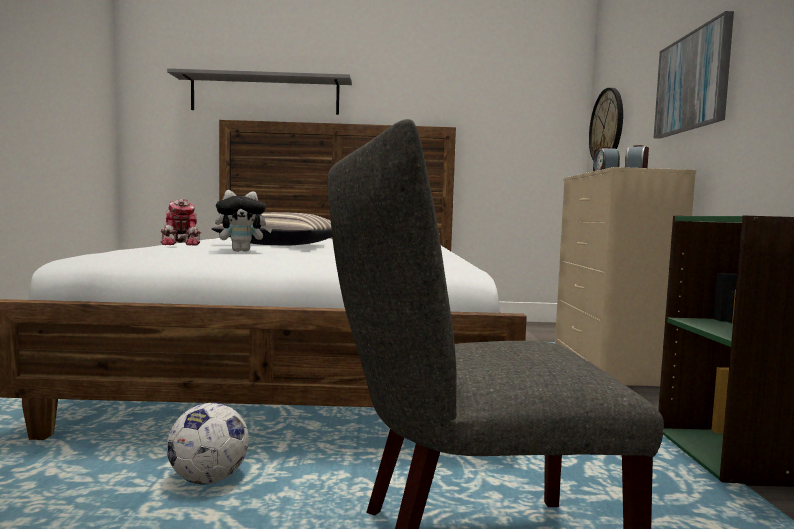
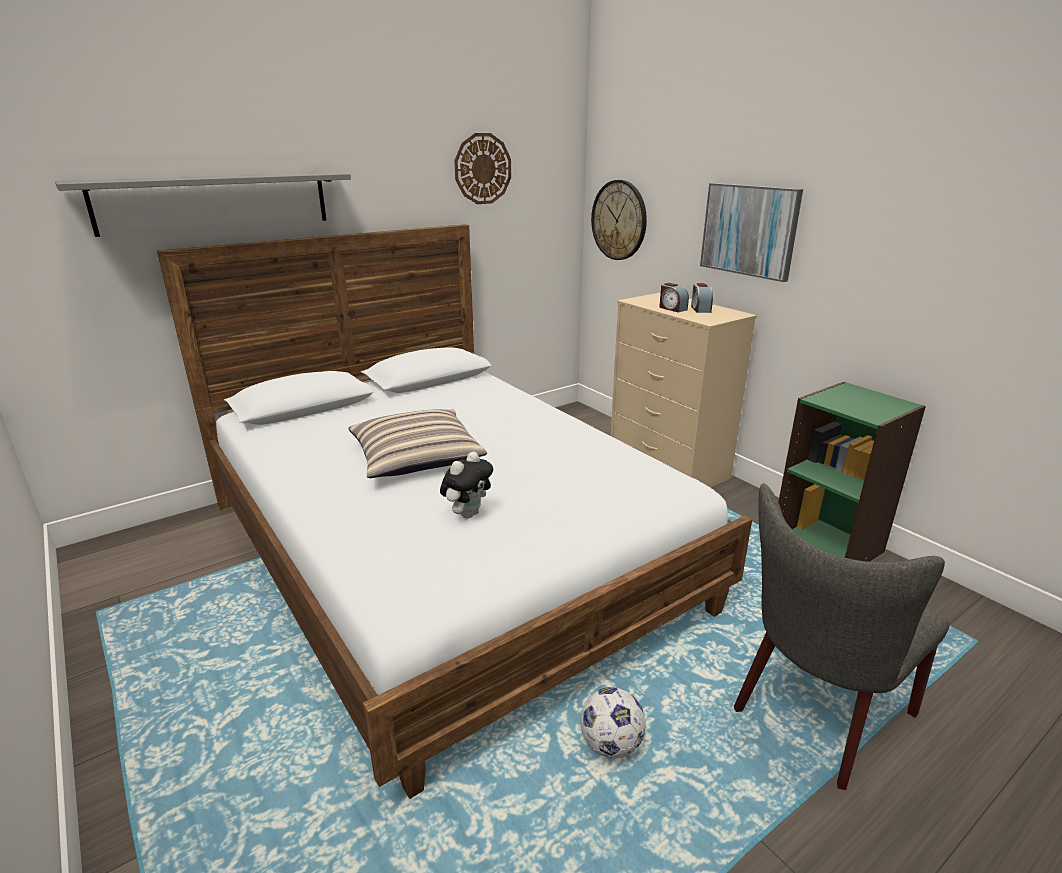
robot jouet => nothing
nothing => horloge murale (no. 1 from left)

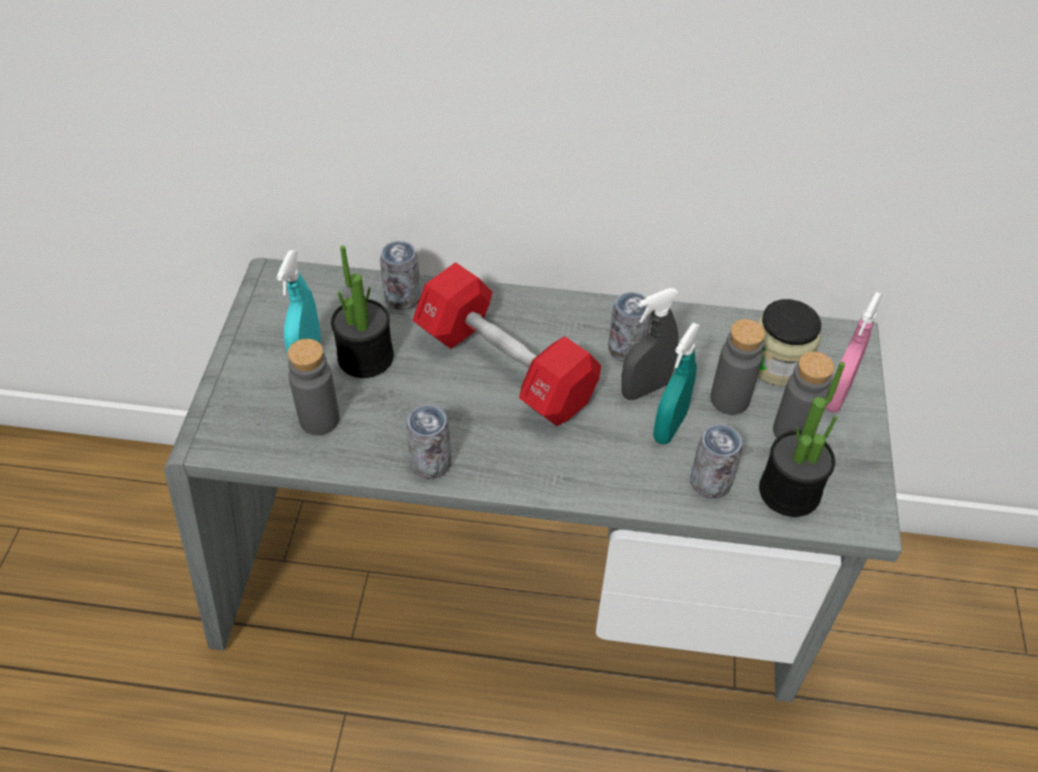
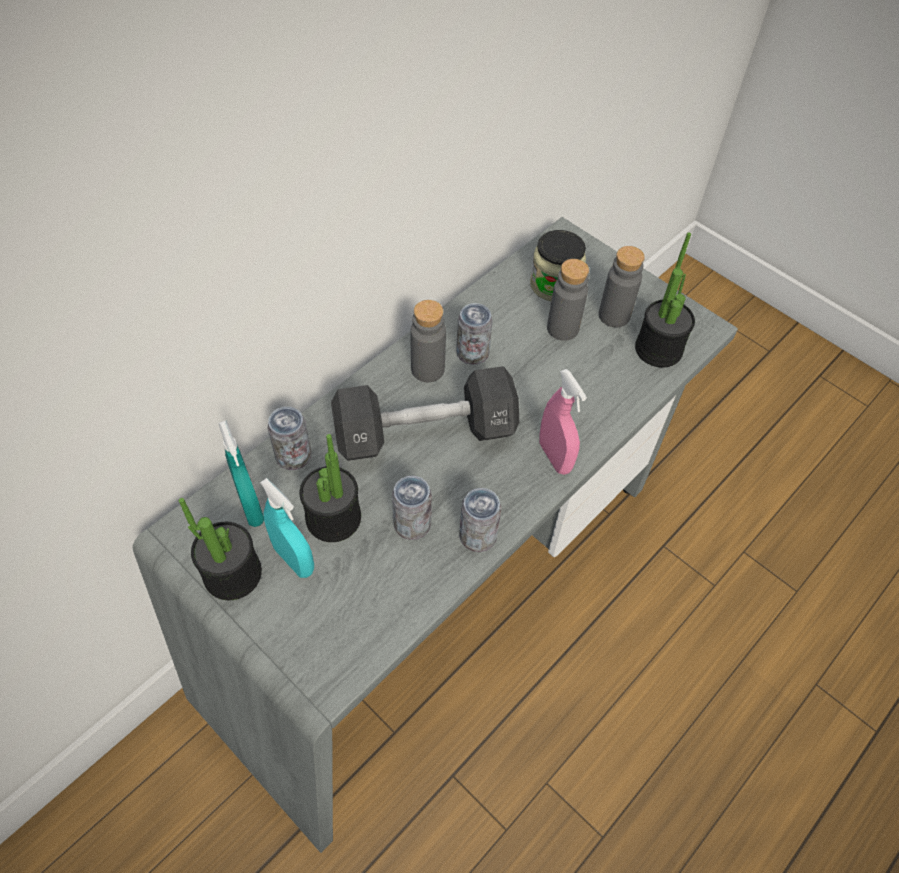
bouteille/gris (no. 1 from left), relocated
haltère/rouge => haltère/noir
vaporisateur/gris => nothing
vaporisateur/turquoise (no. 2 from left in the first image) => vaporisateur/turquoise (no. 1 from left), relocated
boîte métallique (no. 4 from left in the first image) => boîte métallique (no. 2 from left), relocated
vaporisateur/rose, relocated
nothing => plante en pot (no. 1 from left)

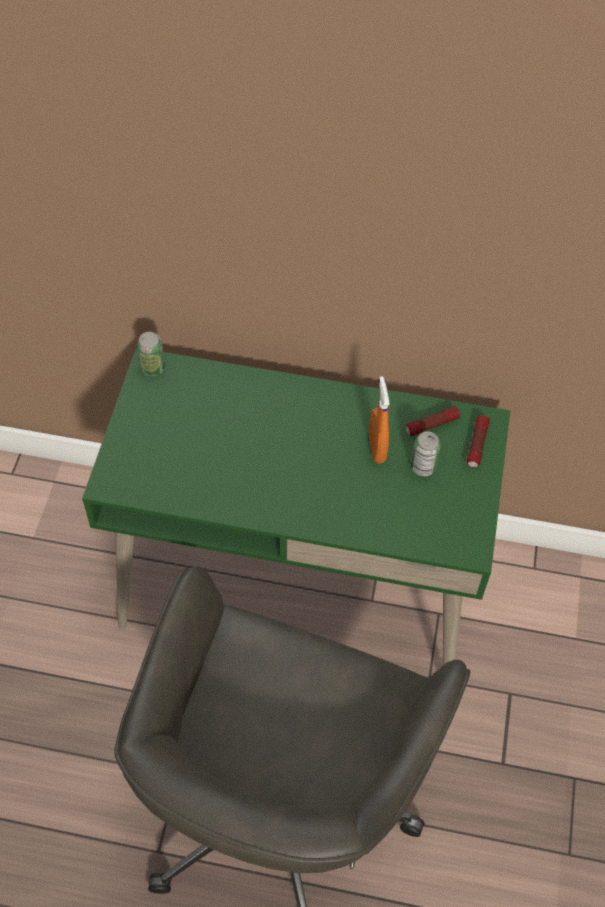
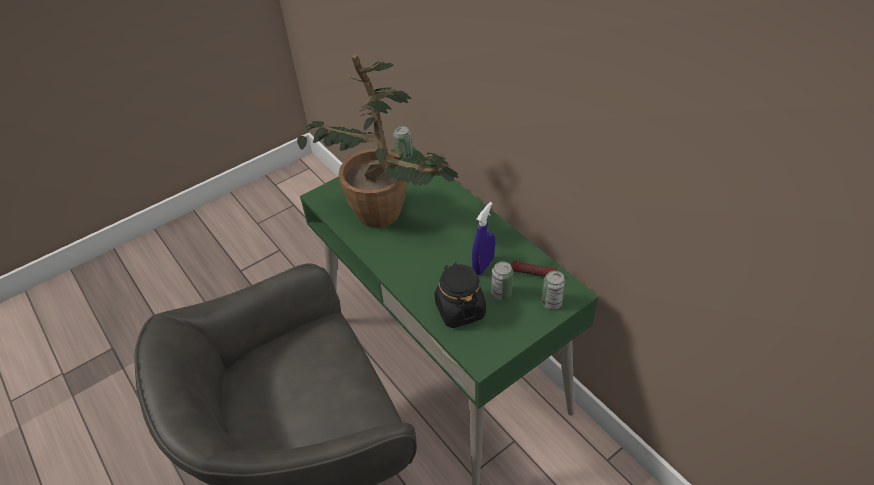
vaporisateur/orange => vaporisateur/bleu
lampe de poche (no. 2 from left) => boîte métallique (no. 3 from left)
nothing => plante en pot
nothing => bocal/noir

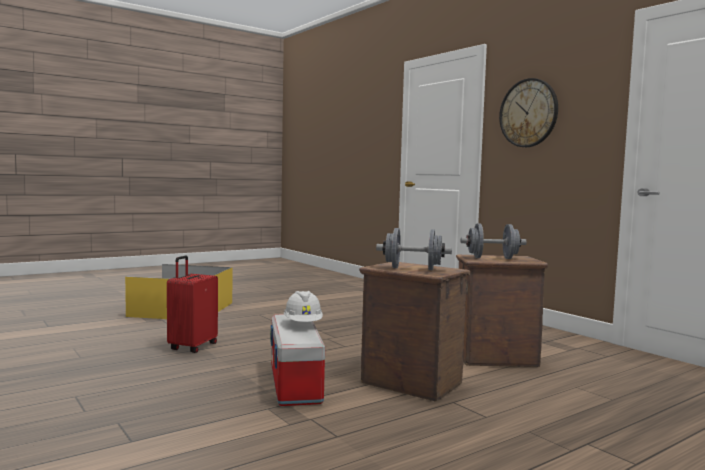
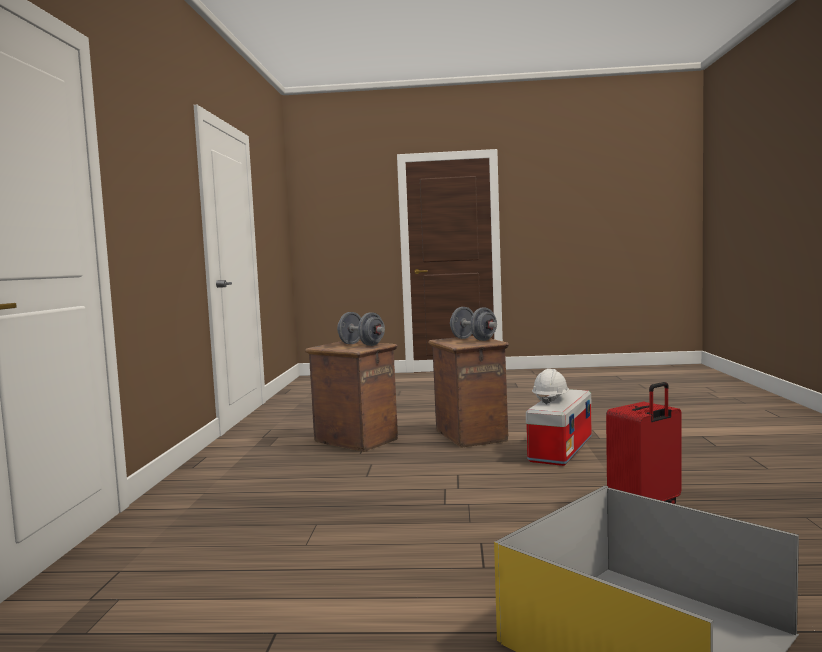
horloge murale => nothing

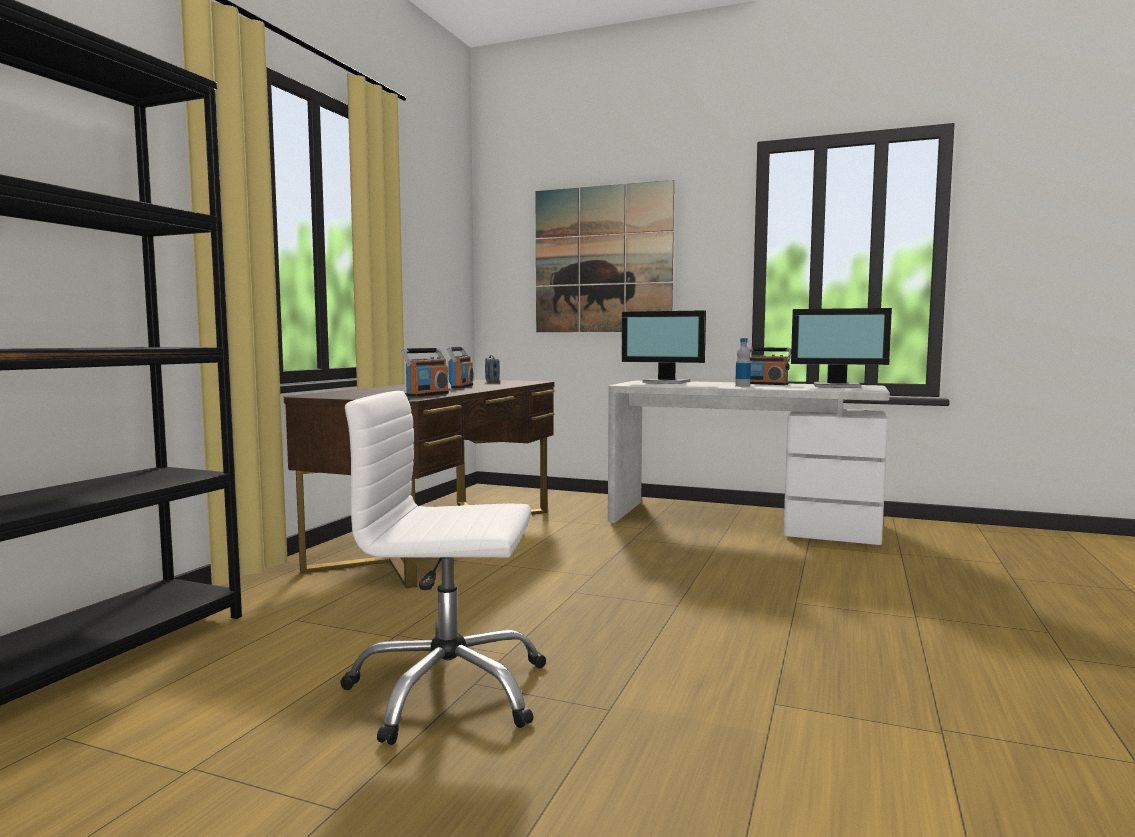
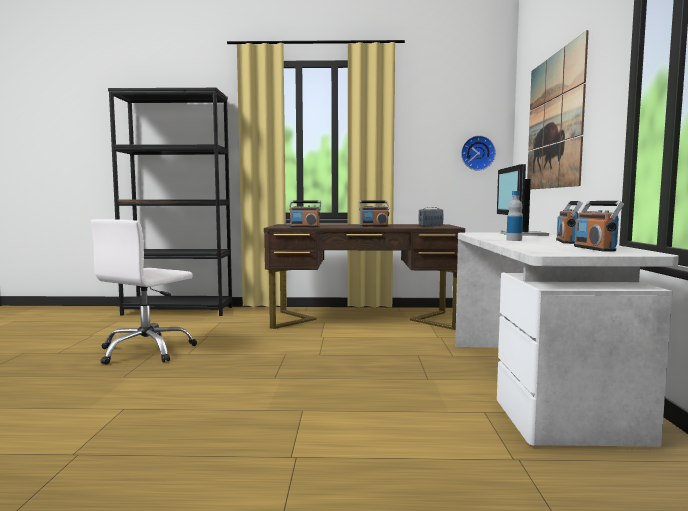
chaise de bureau/blanc, 135 degrees counterclockwise
écran d'ordinateur (no. 2 from left) => radio (no. 5 from left)
nothing => horloge murale

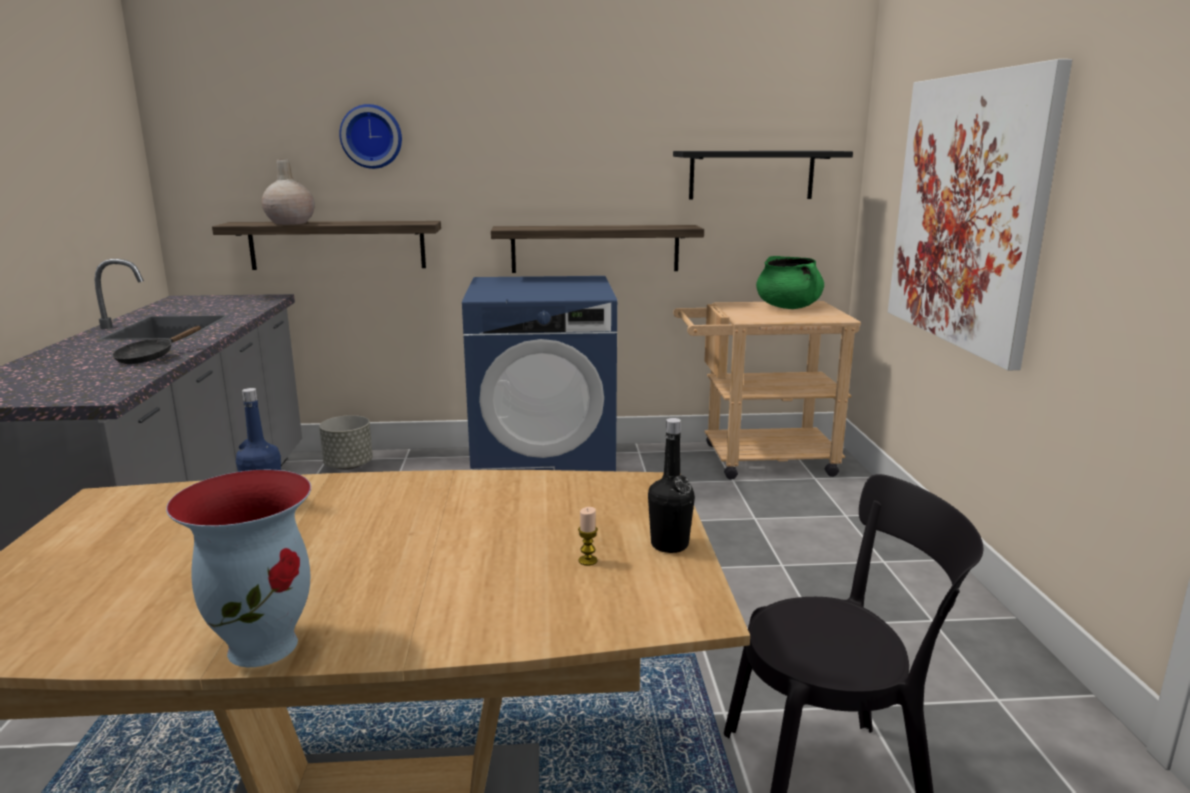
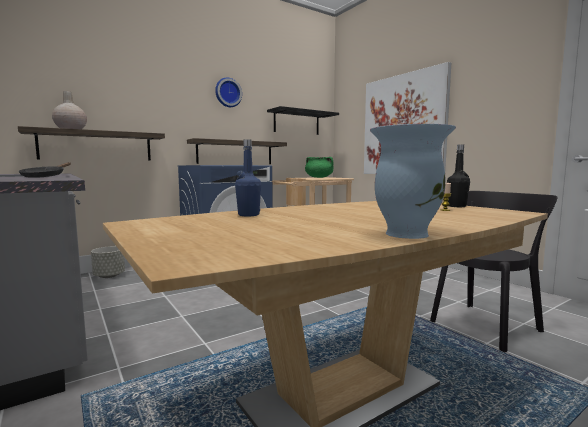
horloge murale, relocated

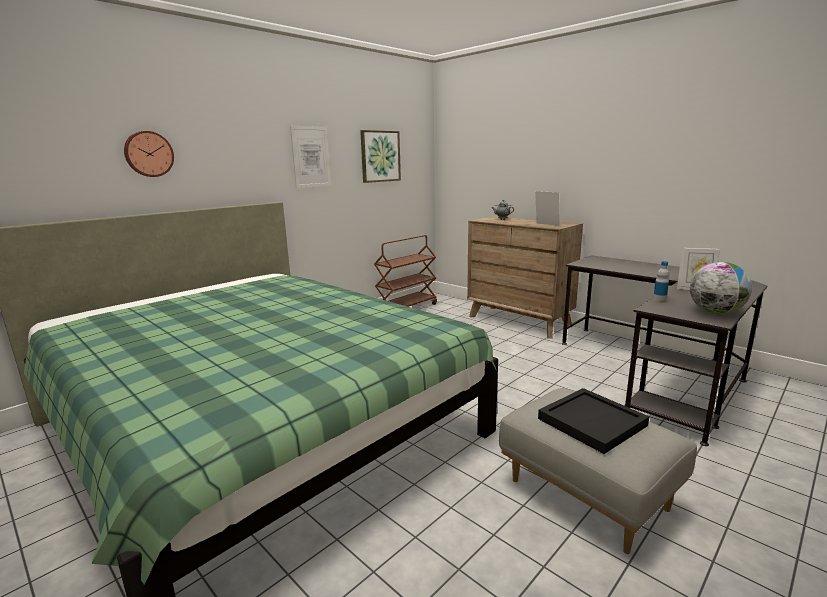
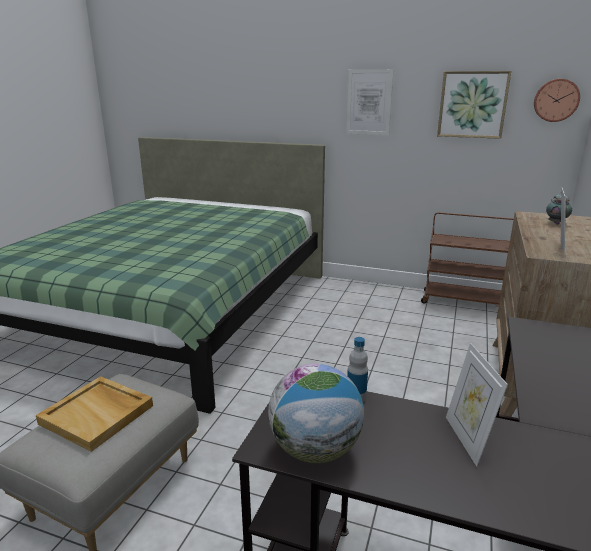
horloge murale, relocated
plateau/noir => plateau/beige

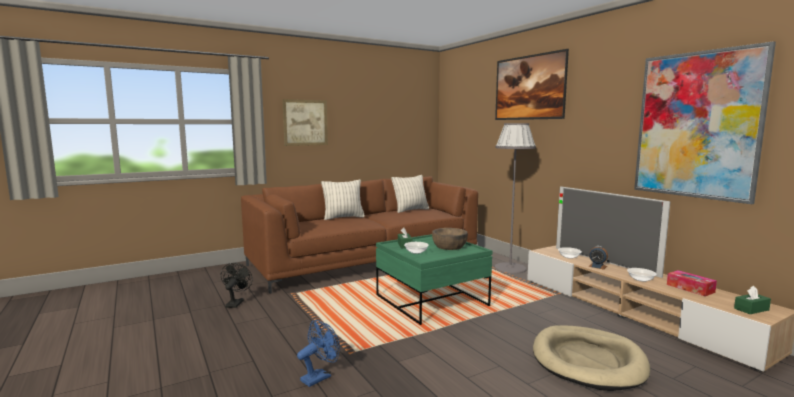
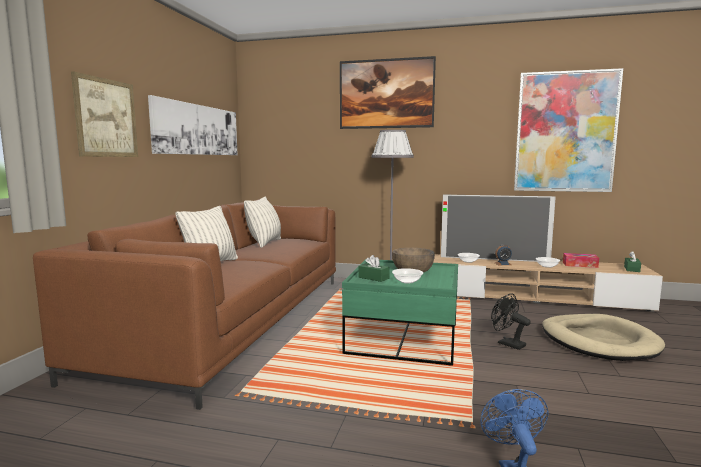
ventilateur/noir, relocated
nothing => tableau (no. 2 from left)

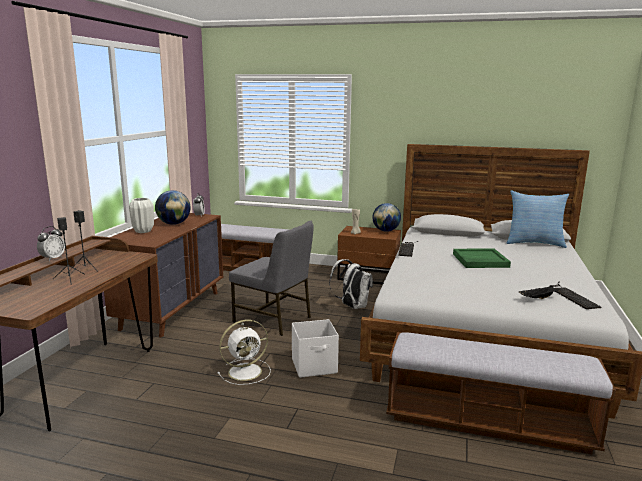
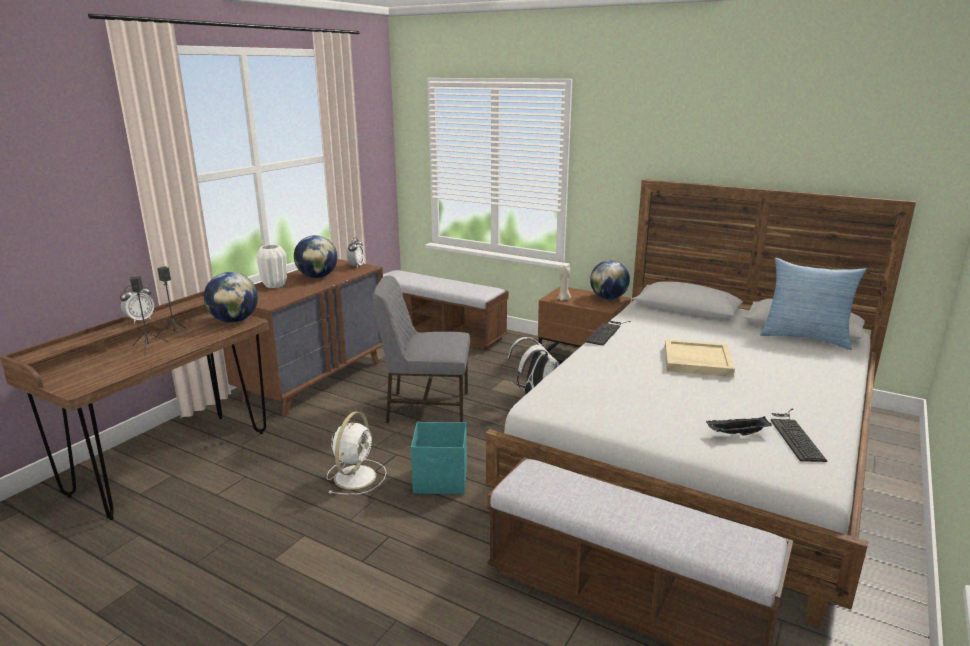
ventilateur/blanc, 60 degrees counterclockwise
chaise/gris, 135 degrees clockwise
boîte de rangement/blanc => boîte de rangement/turquoise
plateau/vert => plateau/beige
nothing => globe (no. 1 from left)

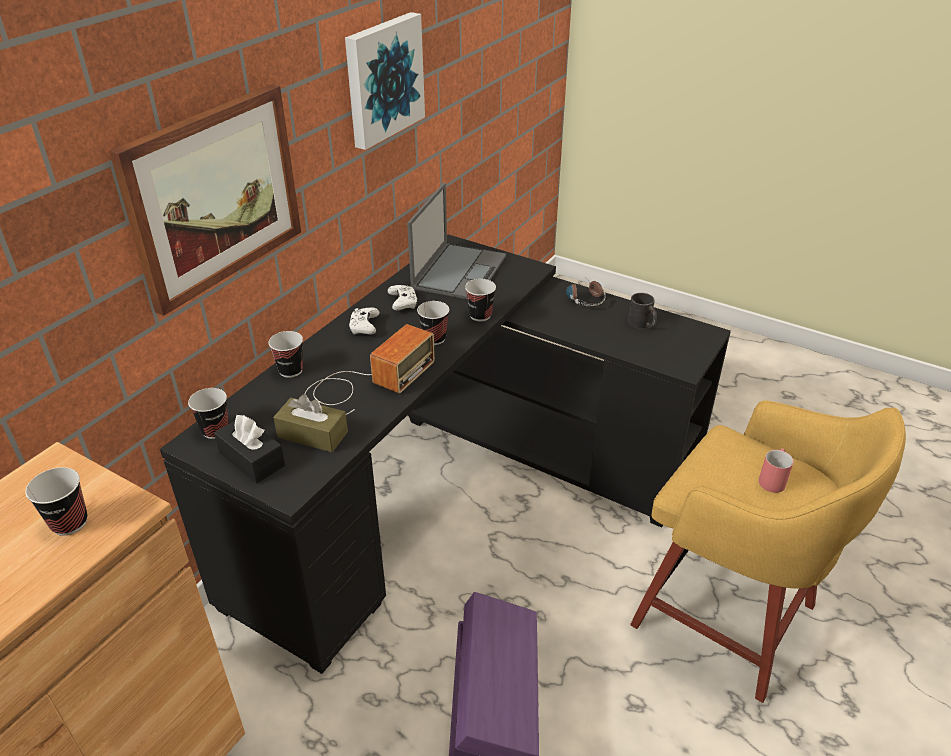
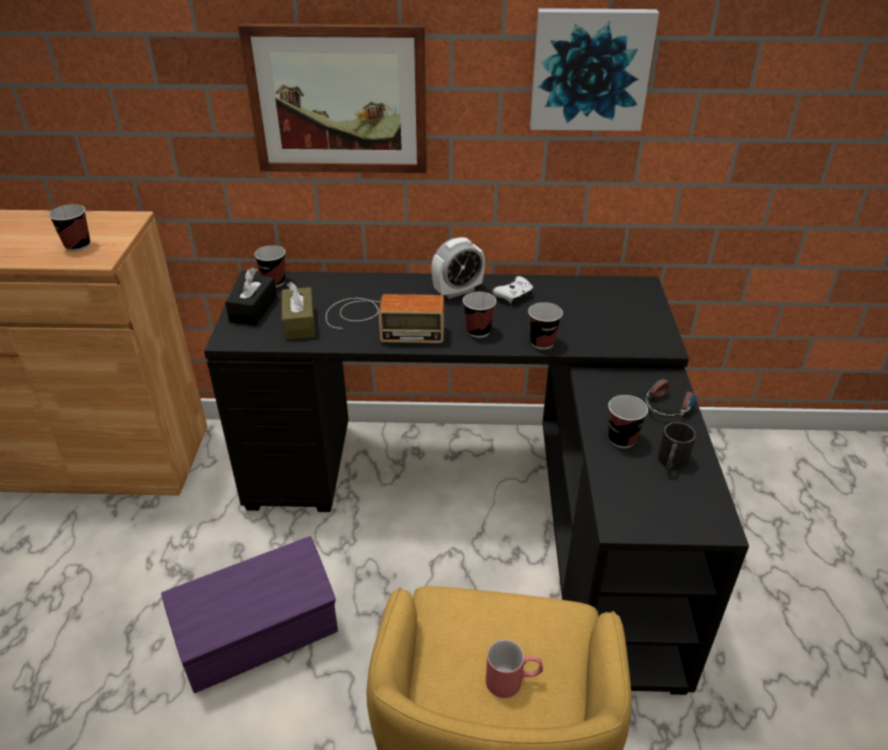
tasse (no. 3 from left in the first image) => tasse (no. 5 from left), relocated
manette/blanc (no. 1 from left) => réveil
ordinateur portable => nothing

